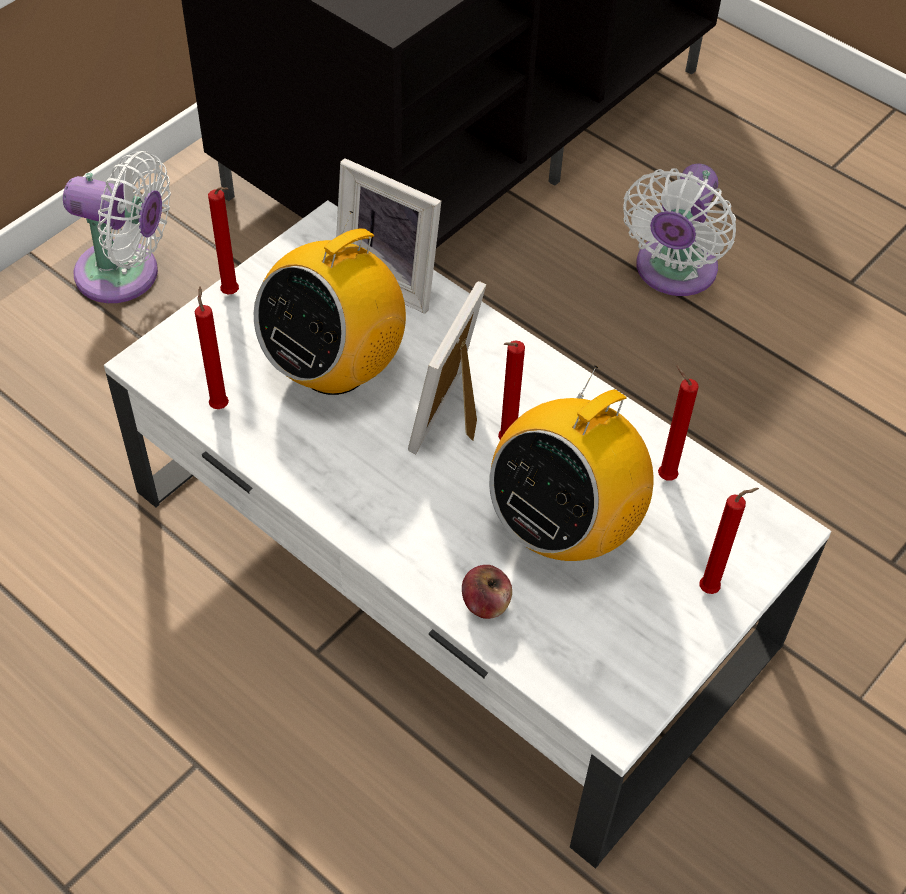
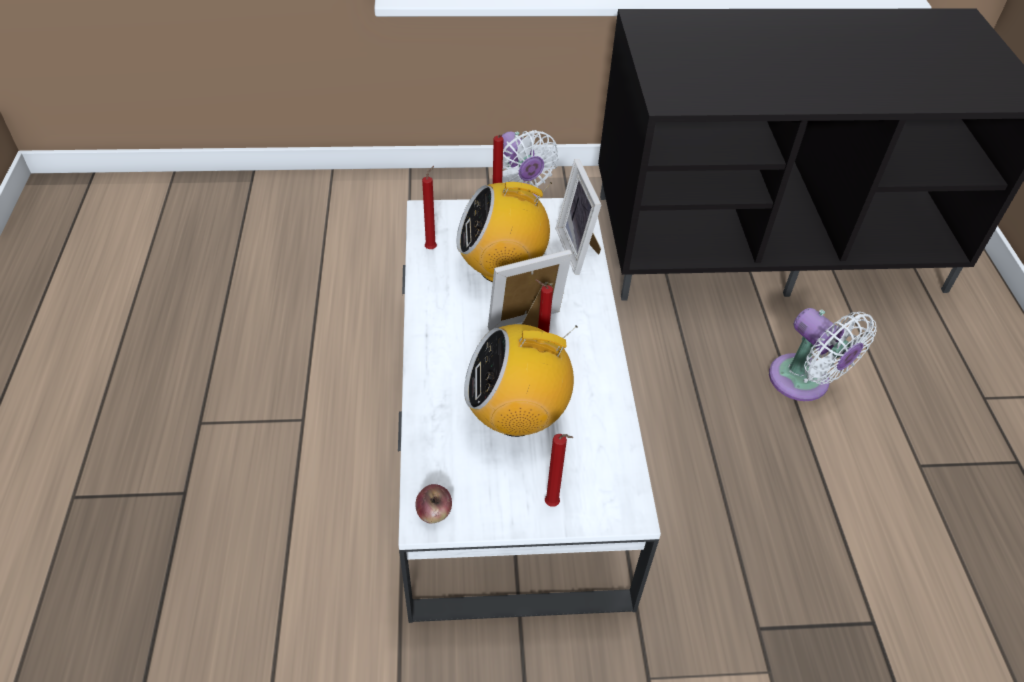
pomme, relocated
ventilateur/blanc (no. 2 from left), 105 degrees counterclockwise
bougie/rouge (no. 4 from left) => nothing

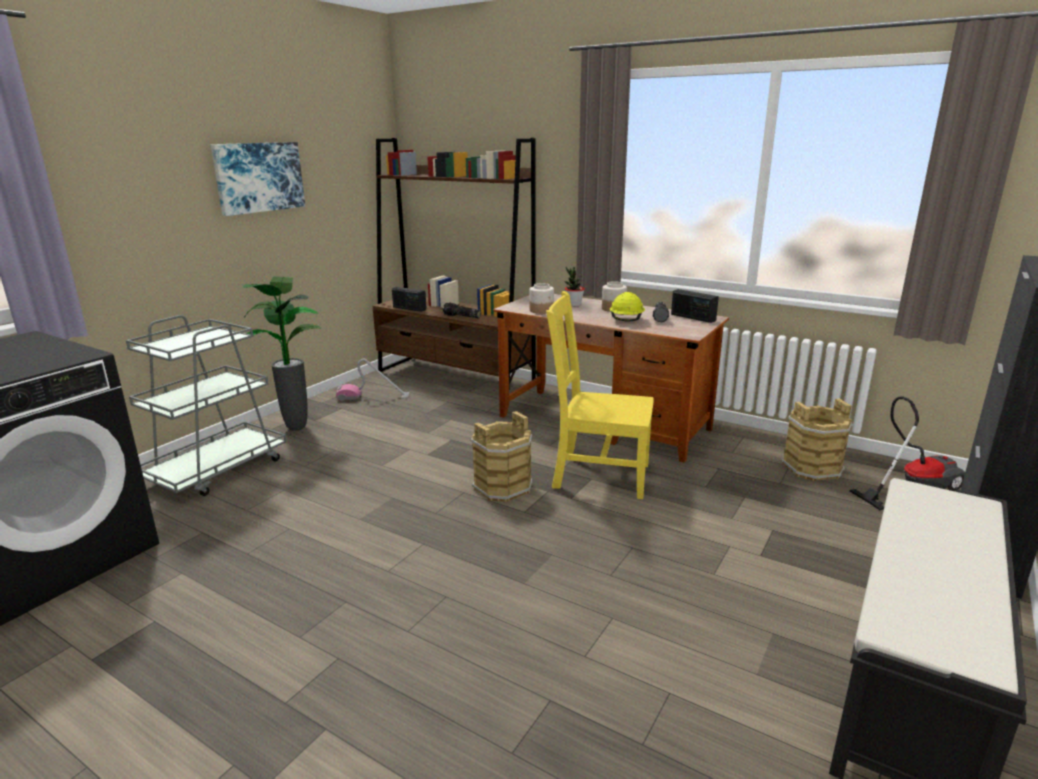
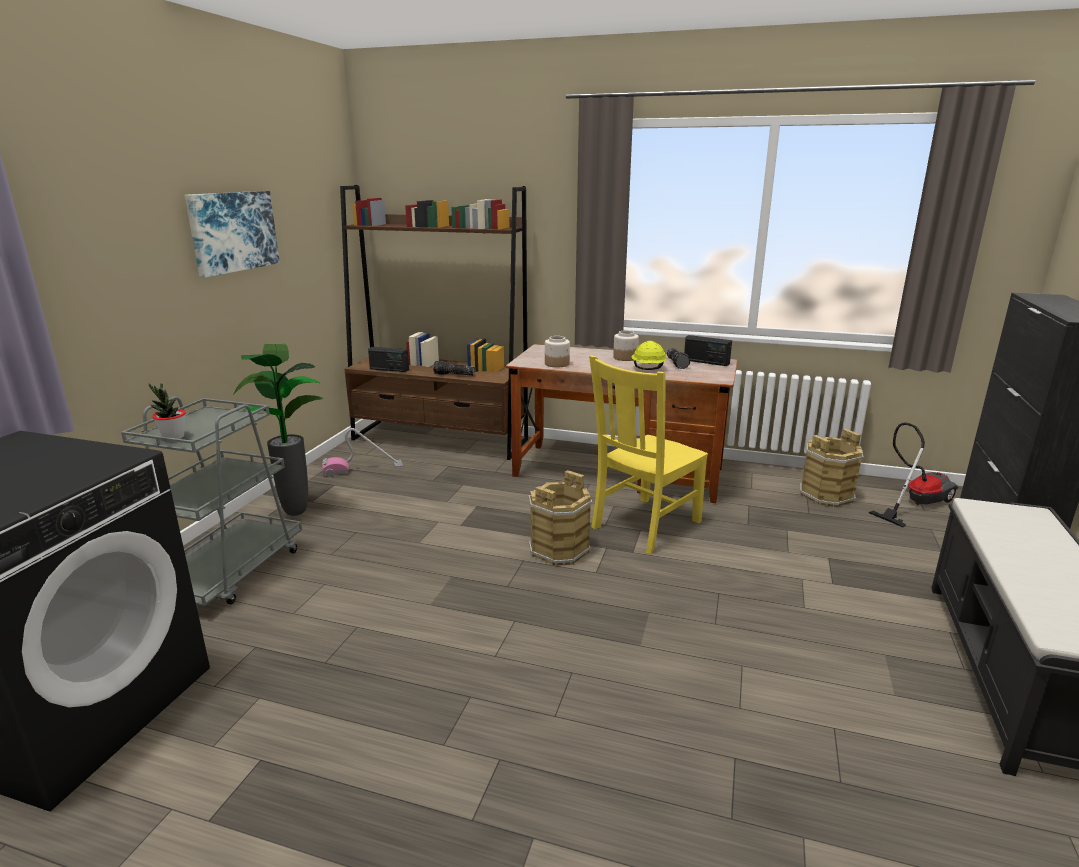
chaise/jaune, 45 degrees counterclockwise
plante en pot (no. 2 from left in the first image) => plante en pot (no. 1 from left), relocated

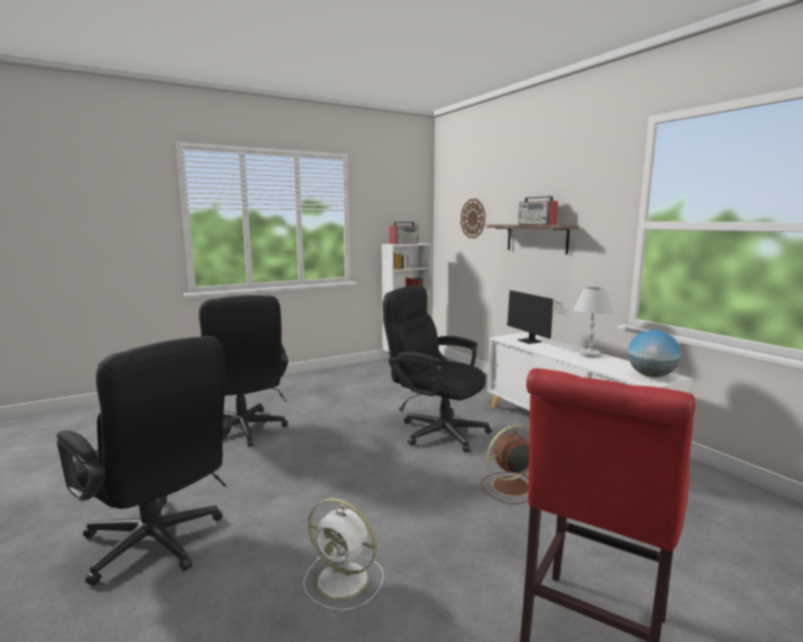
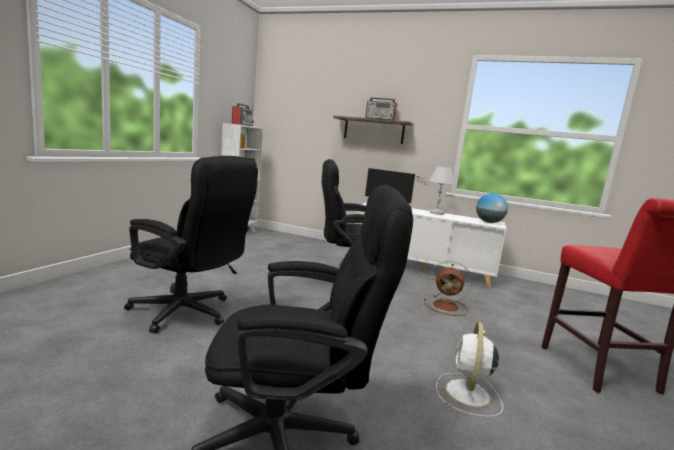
ventilateur/blanc, 120 degrees clockwise
horloge murale => nothing
ventilateur/marron, 105 degrees counterclockwise

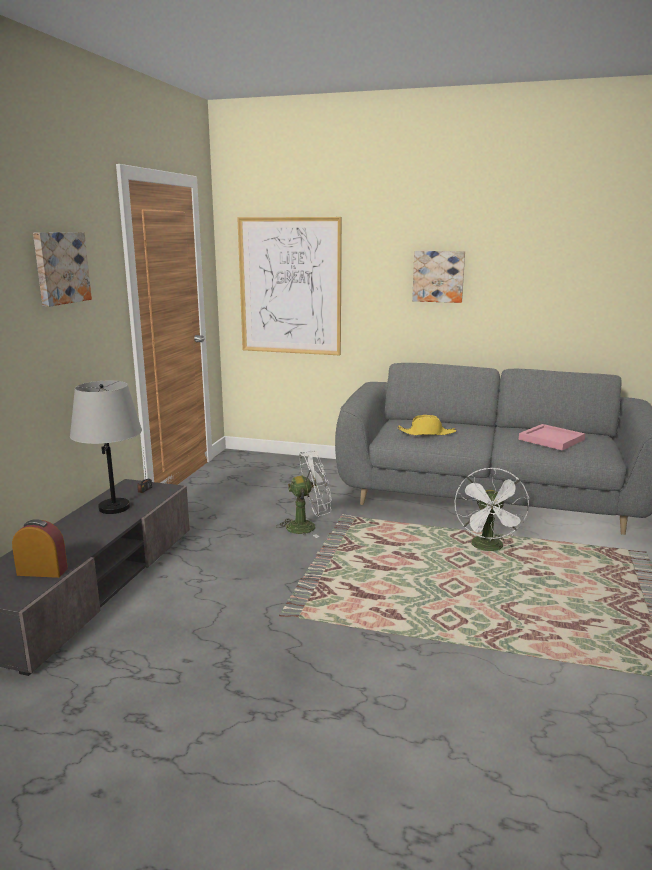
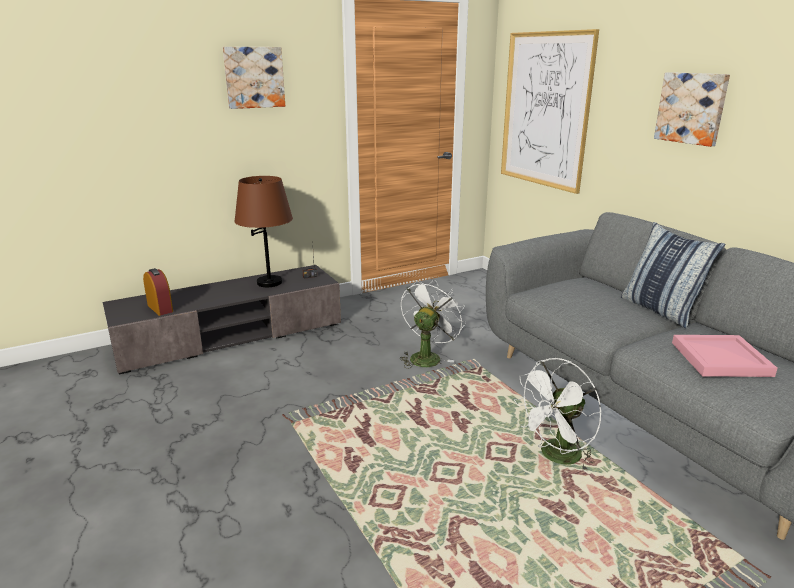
lampe de table/gris => lampe de table/marron
ventilateur/blanc (no. 1 from left), 90 degrees counterclockwise
chapeau/jaune => nothing
nothing => coussin

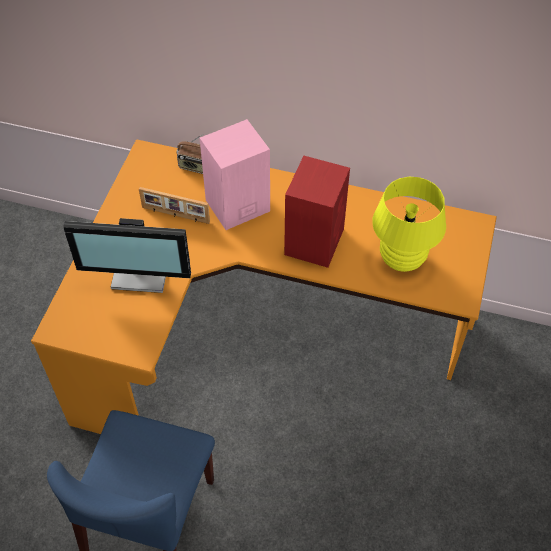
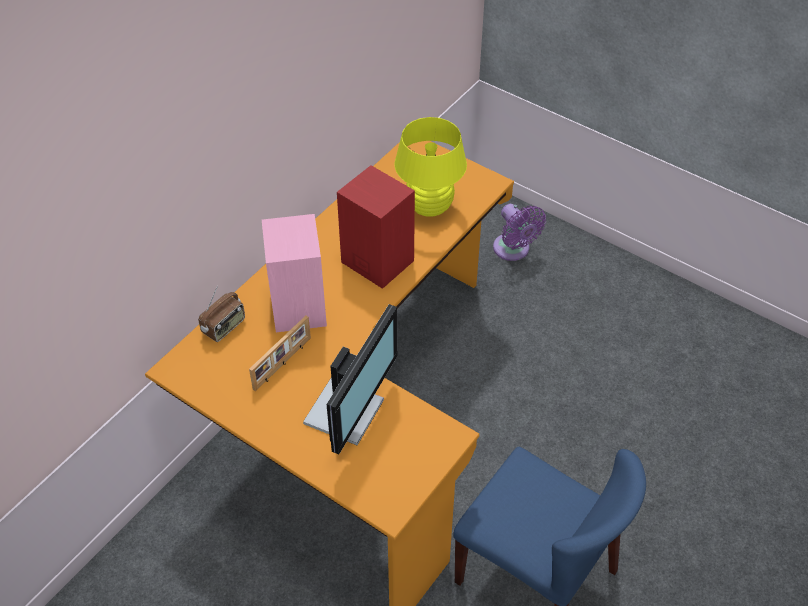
nothing => ventilateur/violet

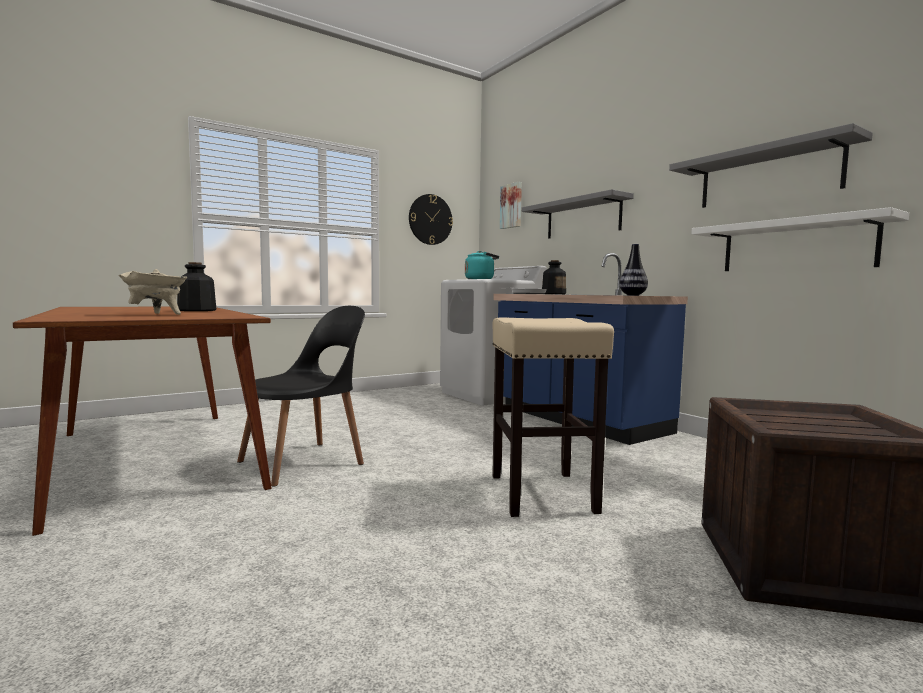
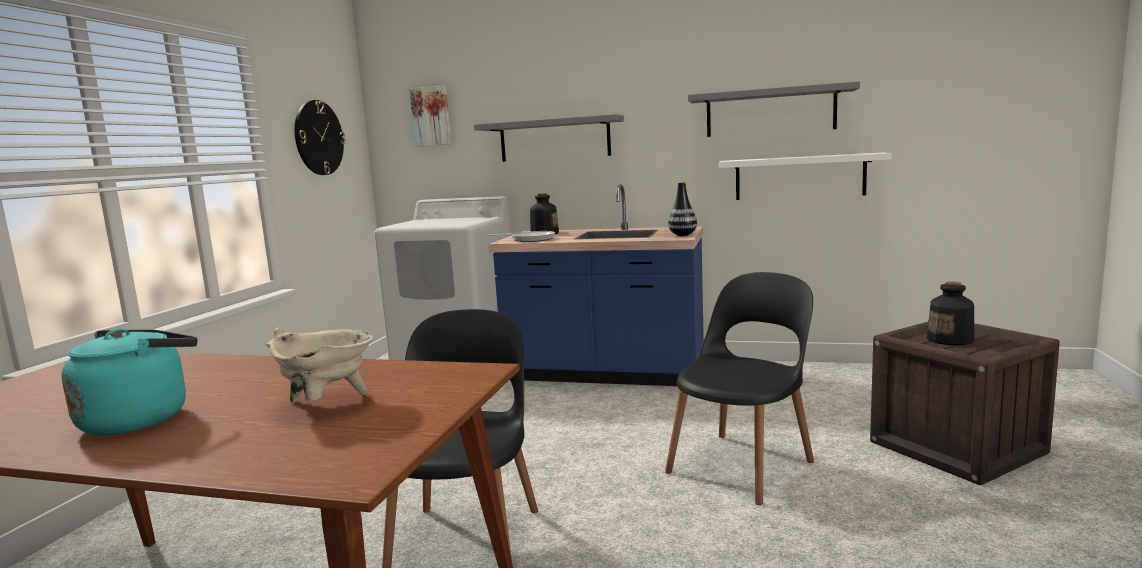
bouteille (no. 1 from left in the first image) => bouteille (no. 2 from left), relocated
bouilloire/turquoise, relocated
tabouret/beige => chaise/noir (no. 2 from left)

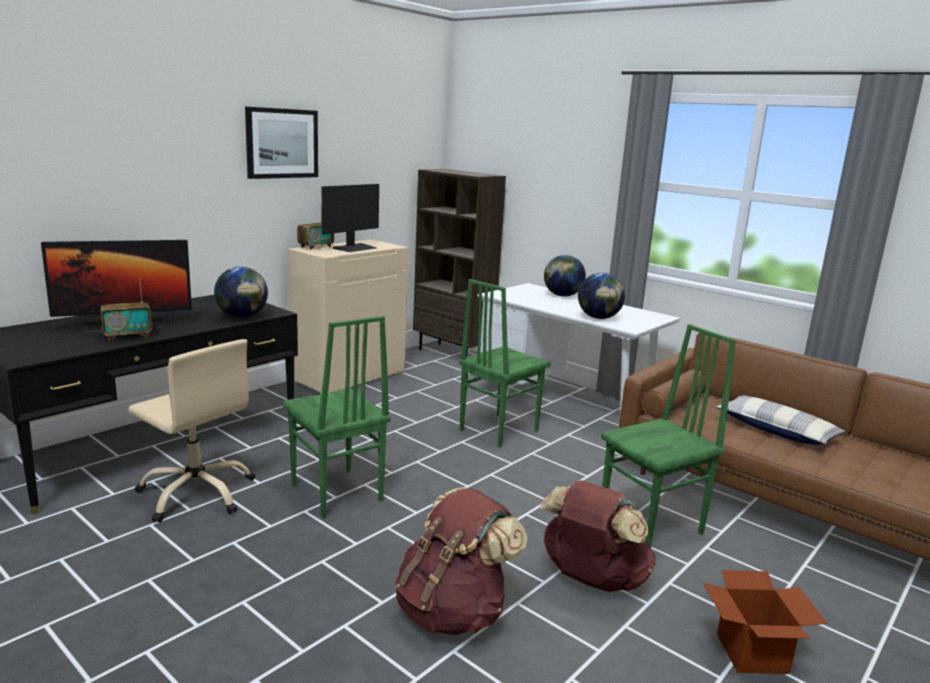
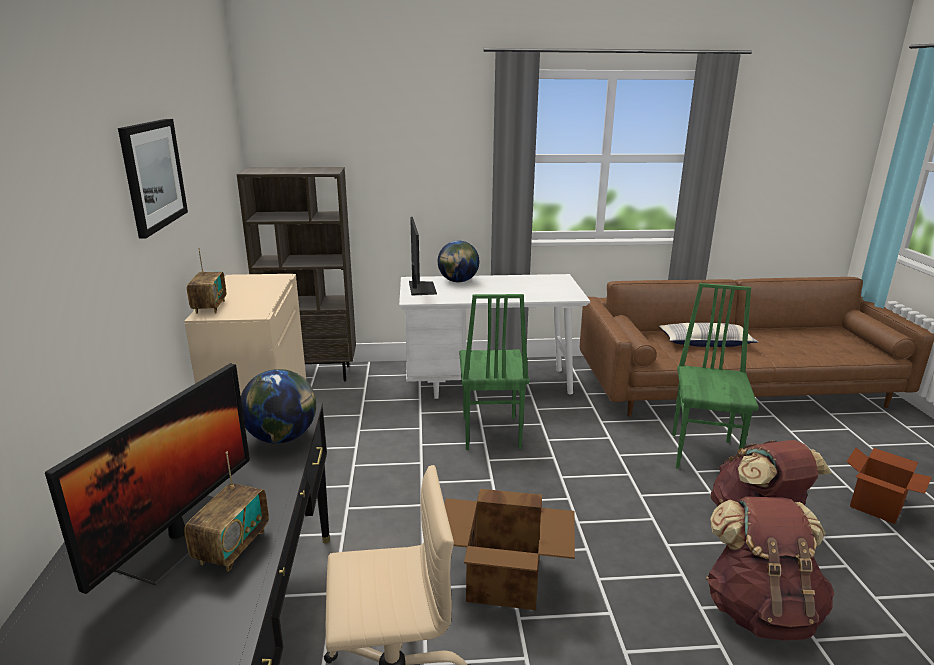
chaise/vert (no. 1 from left) => carton (no. 1 from left)
écran d'ordinateur (no. 2 from left), relocated
globe (no. 3 from left) => nothing

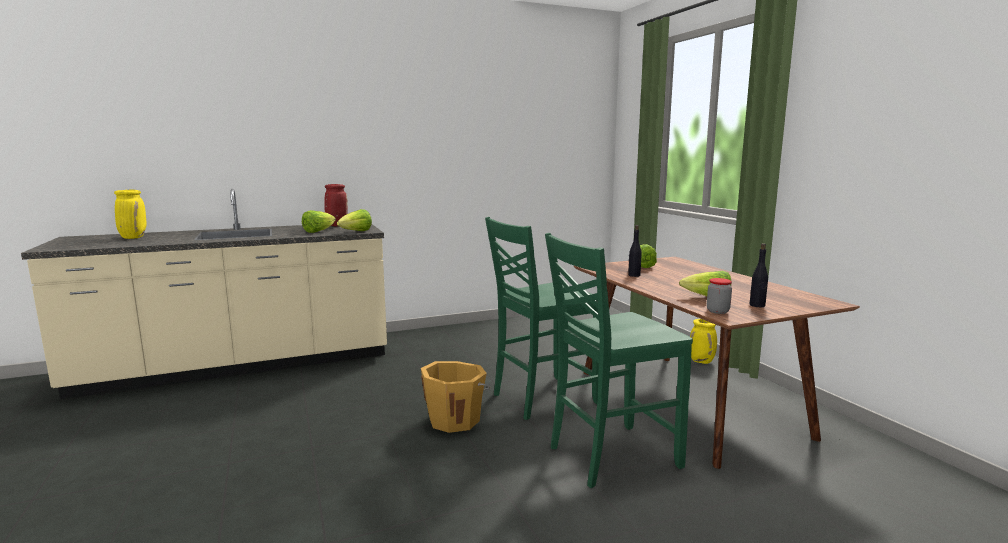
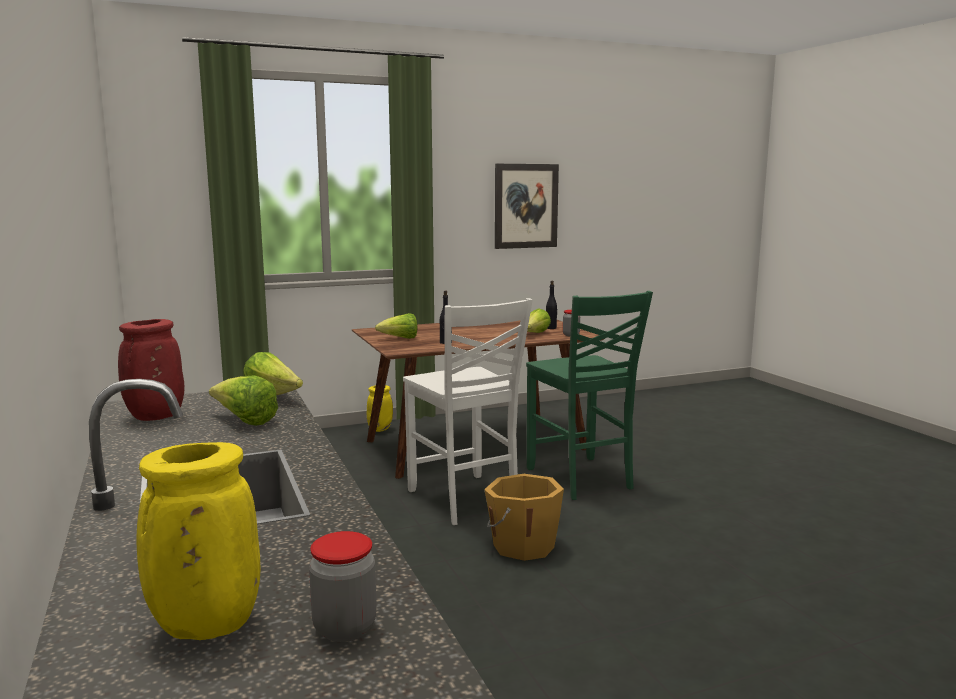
chaise/vert (no. 1 from left) => chaise/blanc
nothing => bocal (no. 1 from left)
nothing => tableau

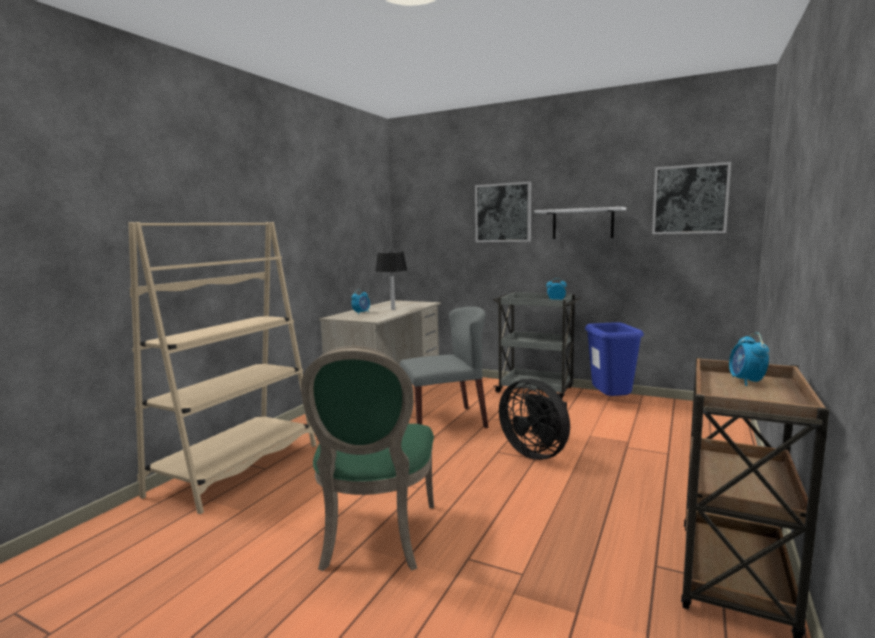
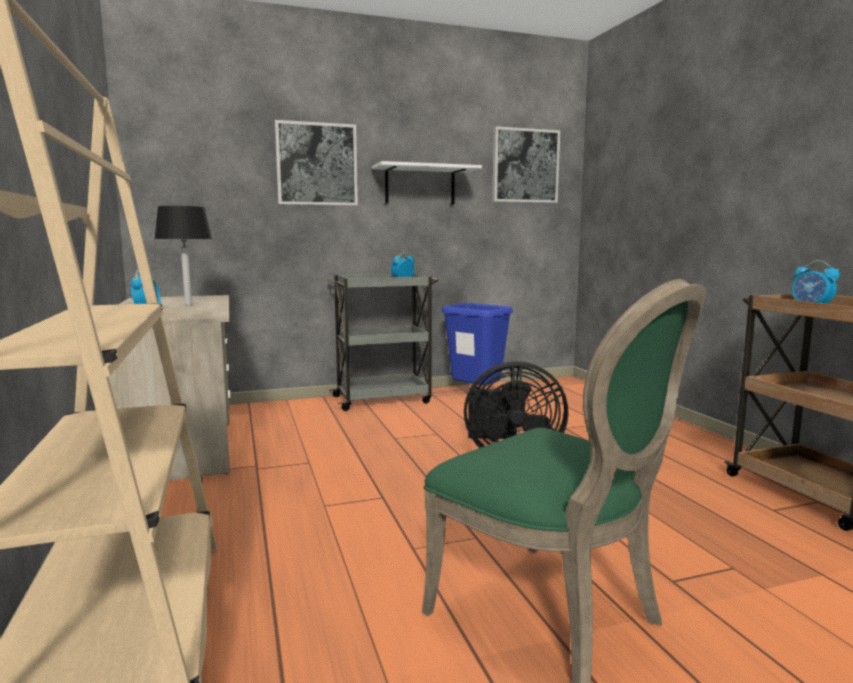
chaise/gris => nothing

